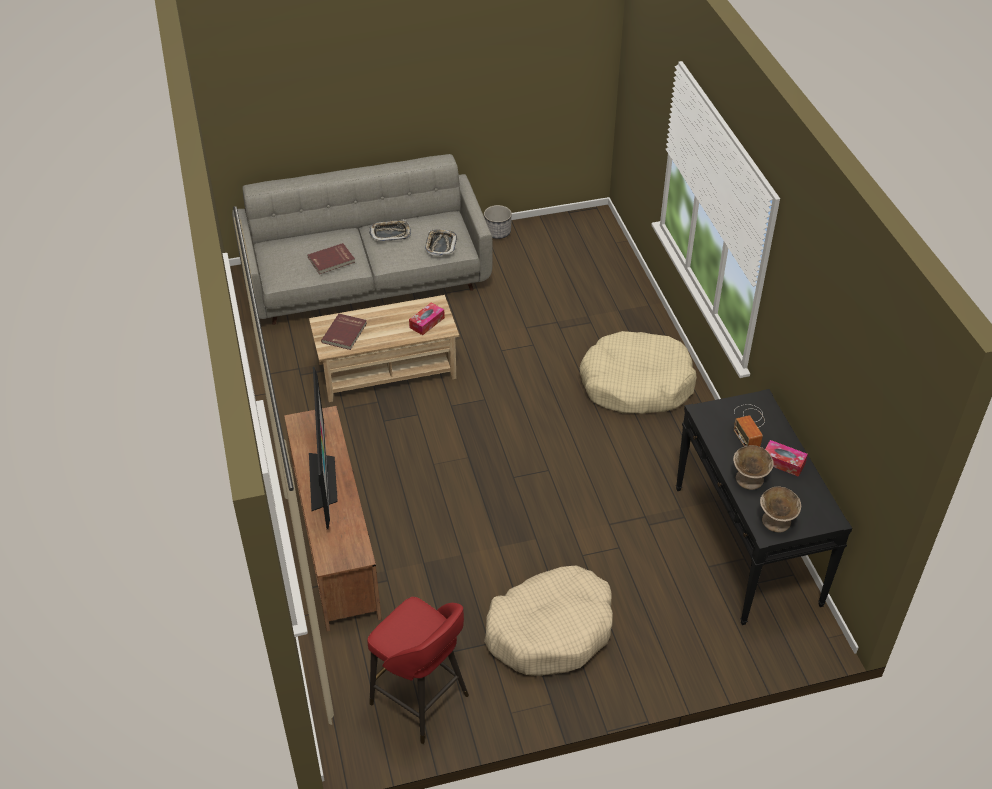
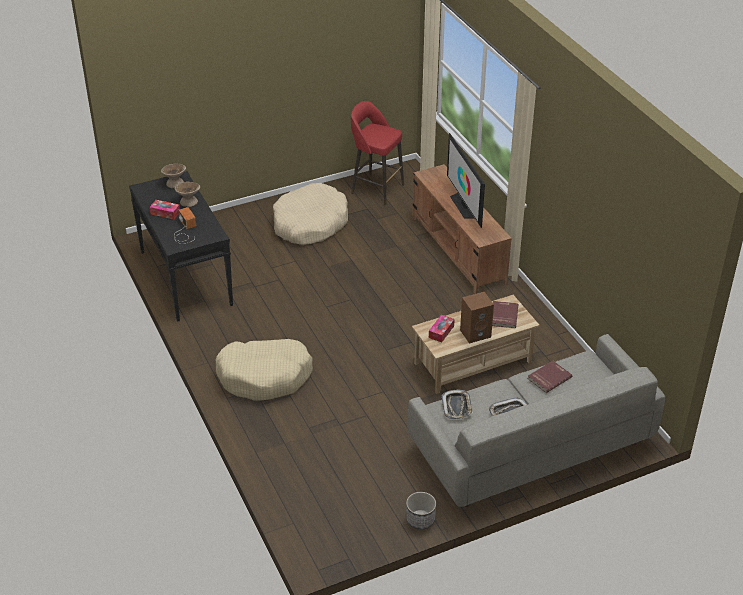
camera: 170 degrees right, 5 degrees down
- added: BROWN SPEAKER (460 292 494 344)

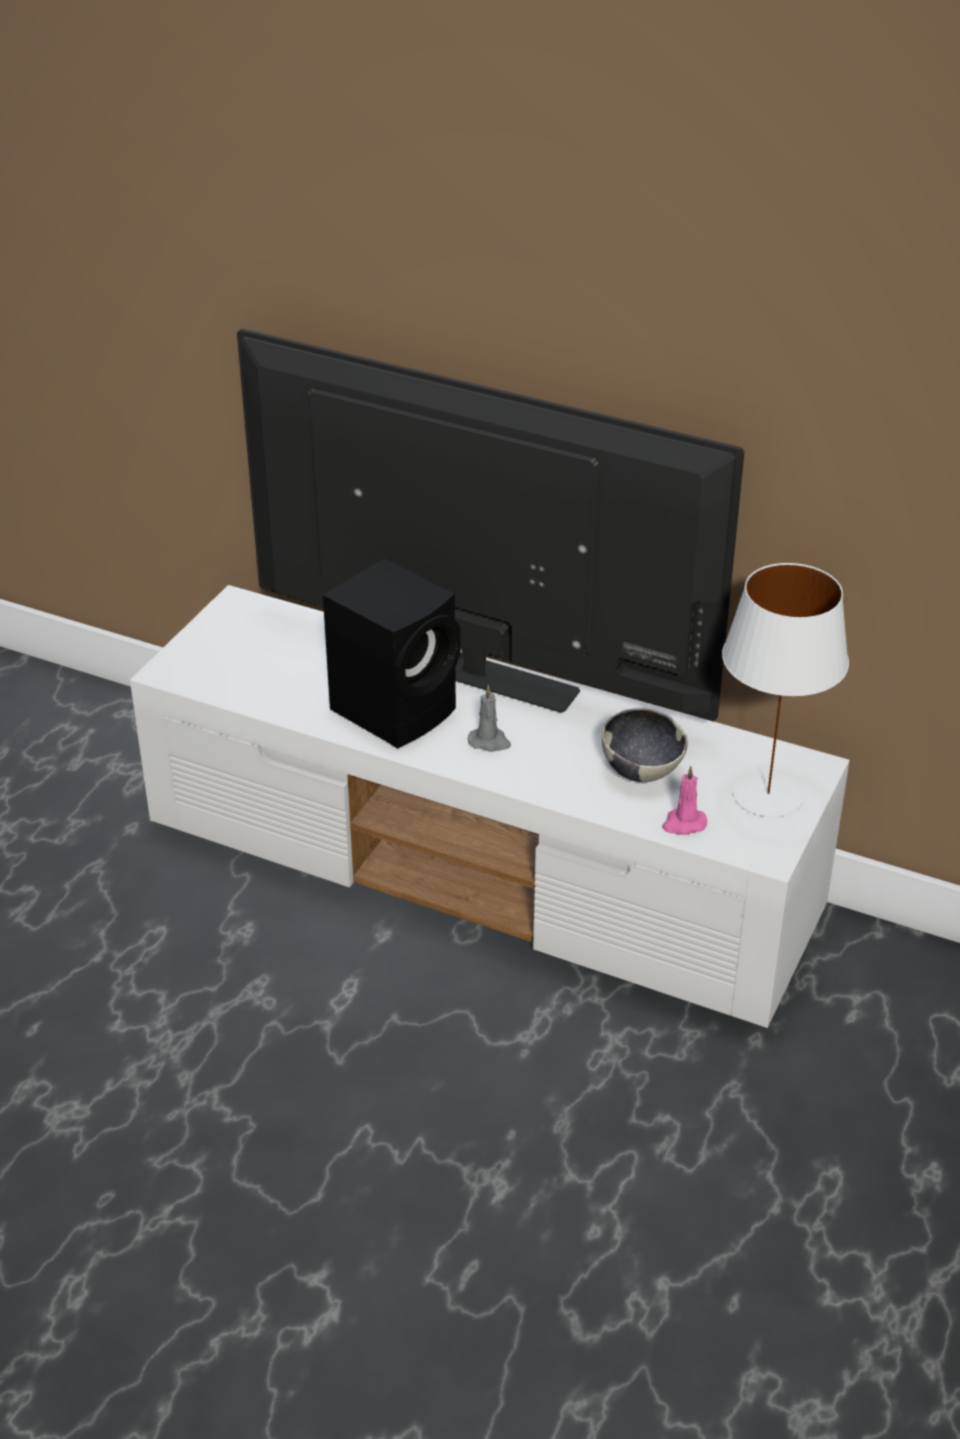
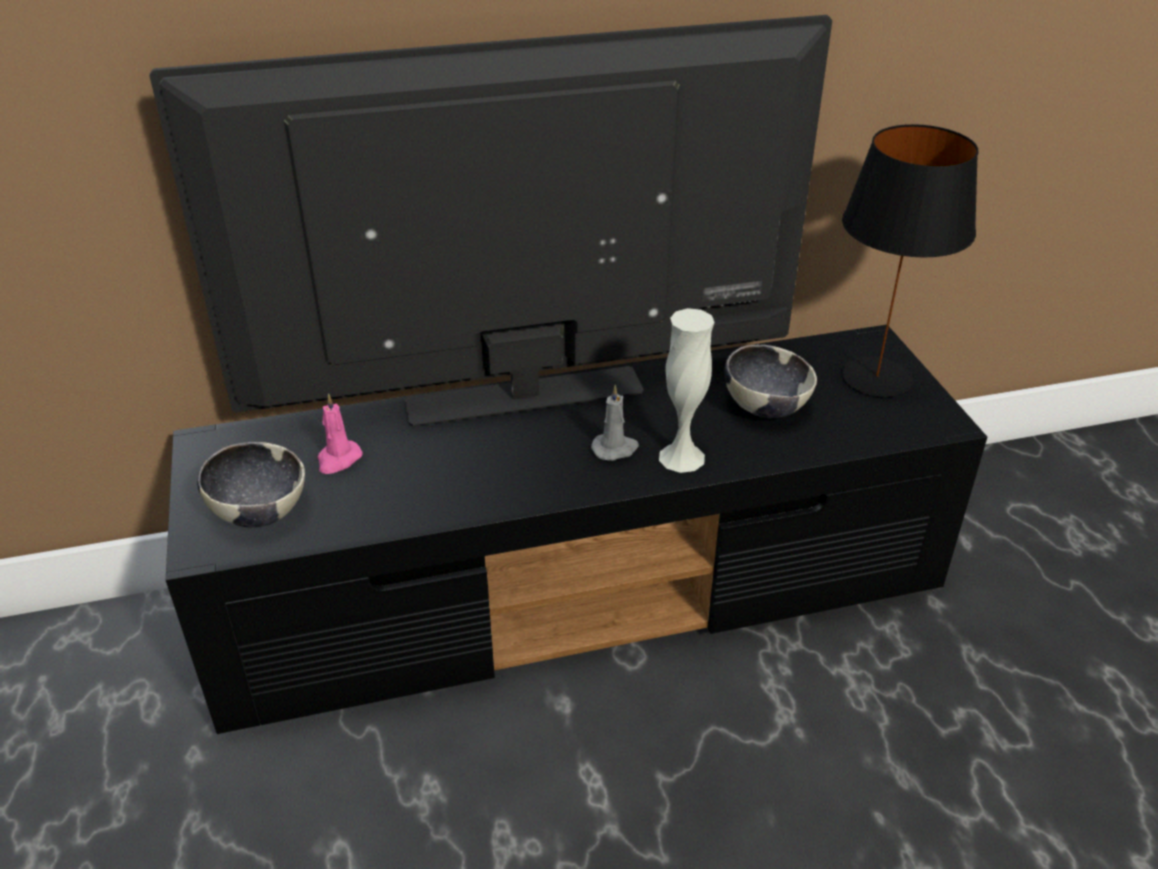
camera: 40 degrees left, 0 degrees up
- recoloured: WHITE TV STAND (130 585 850 1028) to BLACKISH TV STAND (166 325 987 734)
- added: SERVING BOWL (197 442 305 527)
- moved: PINK CANDLE (662 766 707 835) to (317 393 363 474)
- added: WHITE VASE (659 308 715 473)
- recoloured: WHITE LAMP FOR A TABLE (722 563 849 817) to BLACKISH LAMP FOR A TABLE (842 124 978 398)
- removed: BLACKISH SPEAKER (323 559 461 749)

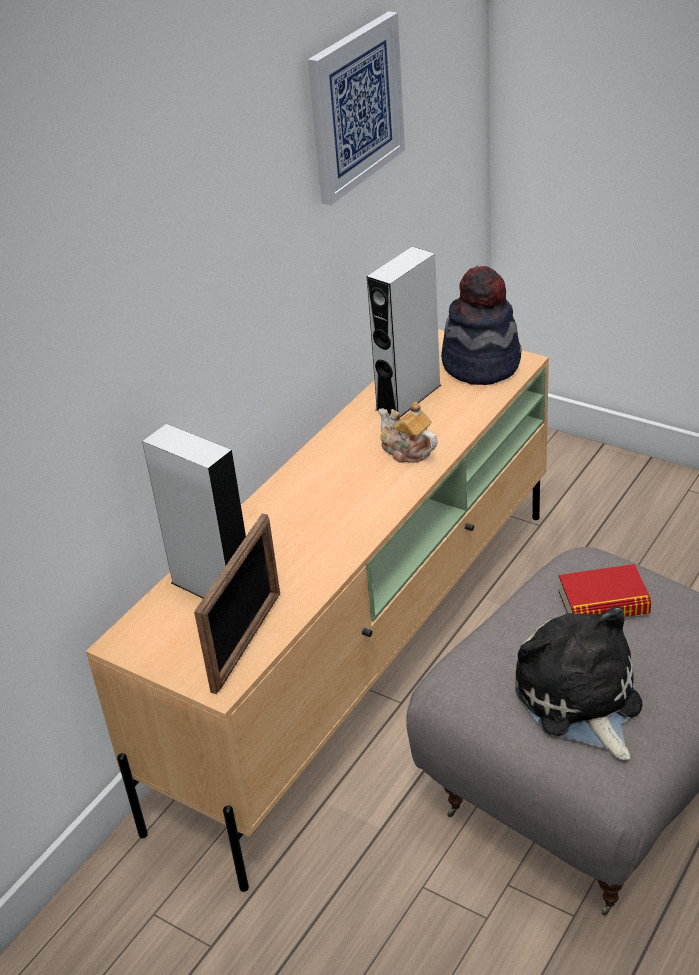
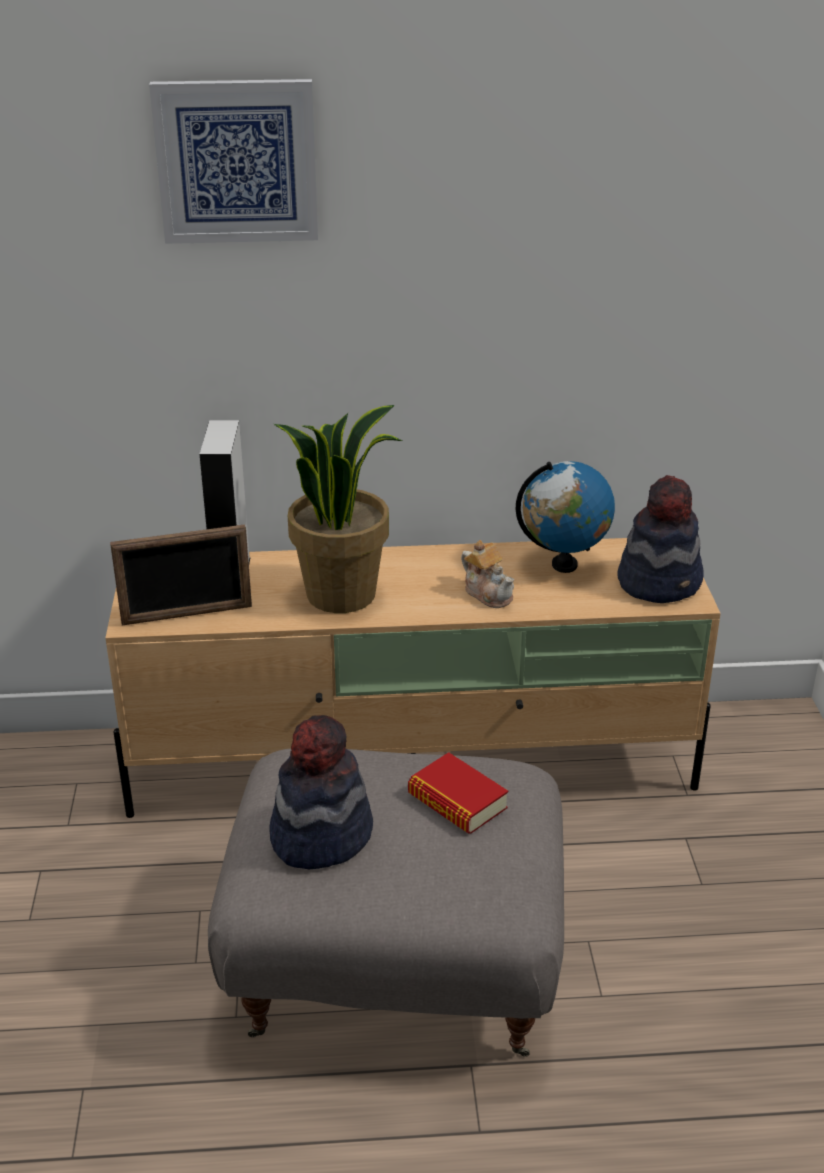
camera: 50 degrees right, 5 degrees down
- moved: PICTURE (308 11 405 205) to (149 79 318 244)
- replaced: CUDDLY TOY (515 606 642 760) to HAT (269 715 373 869)
- added: HOUSEPLANT (274 405 402 613)
- turned: TEA POT (378 401 438 463) = (461 540 514 608) 135 degrees clockwise
- replaced: GREY SPEAKER (367 247 441 417) to DESK GLOBE (516 461 615 573)

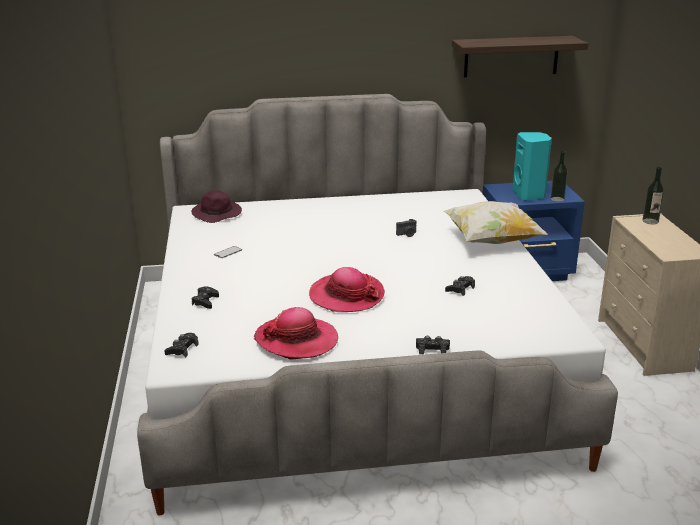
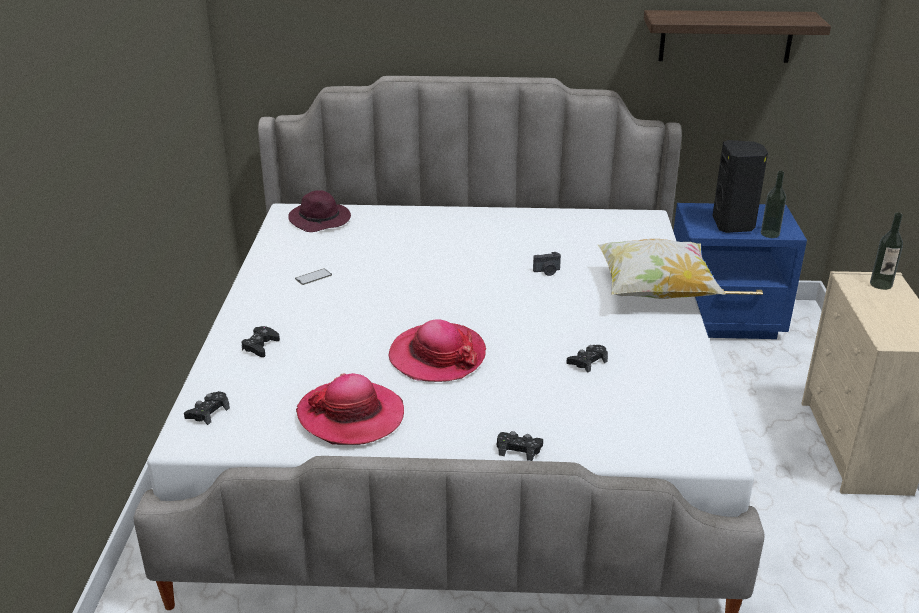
camera: 10 degrees right, 5 degrees up
- recoloured: TURQUOISE-COLOURED SPEAKER (512 132 552 201) to BLACKISH SPEAKER (712 140 768 233)

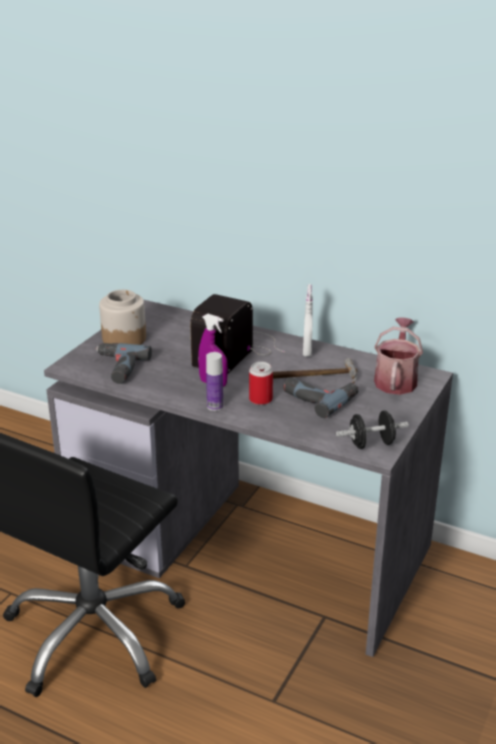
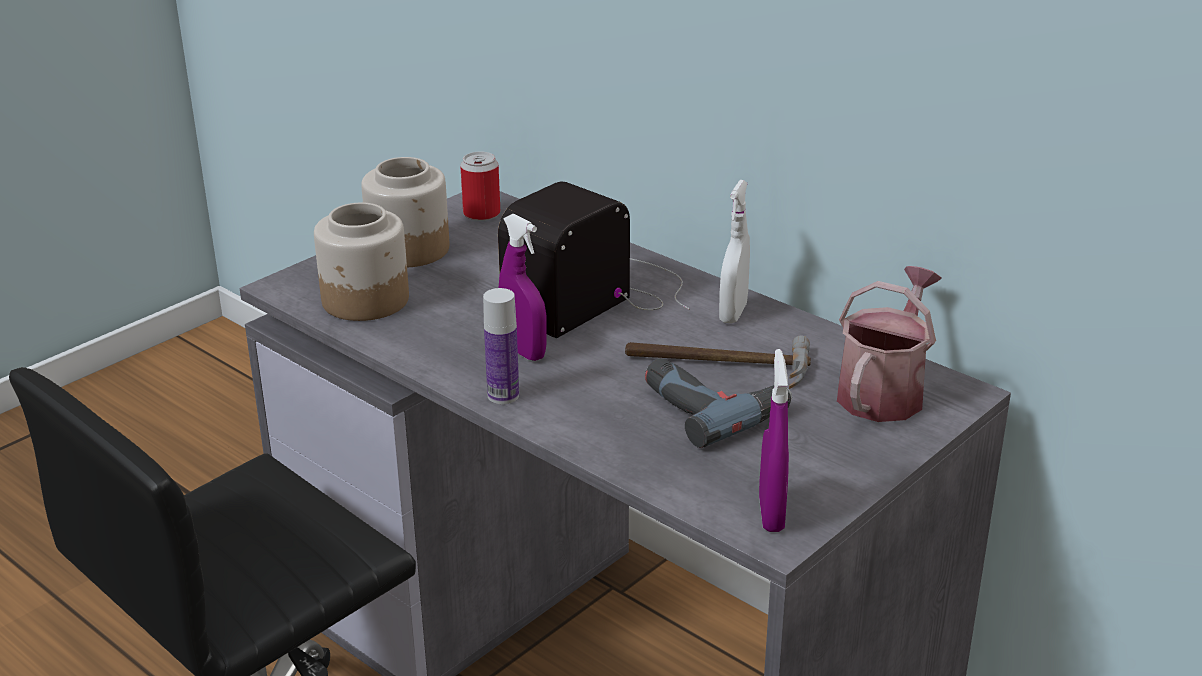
camera: 15 degrees right, 0 degrees up
- replaced: DRILL (96 343 152 384) to STORAGE JAR (314 202 409 321)
- moved: SEALED CAN (249 362 273 405) to (460 152 500 221)
- replaced: BLACKISH HAND WEIGHT (336 410 409 449) to PURPLE HAND SPRAYER (759 349 789 532)

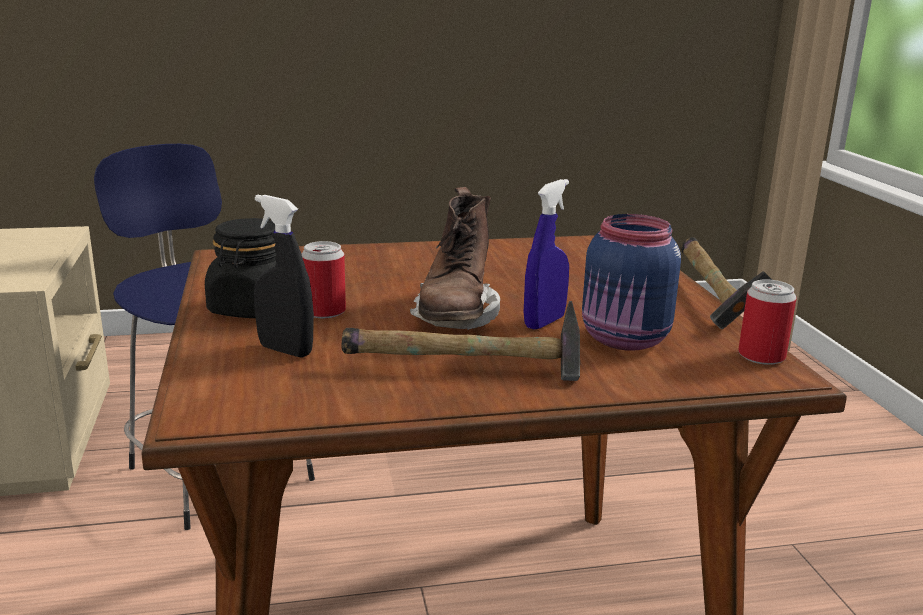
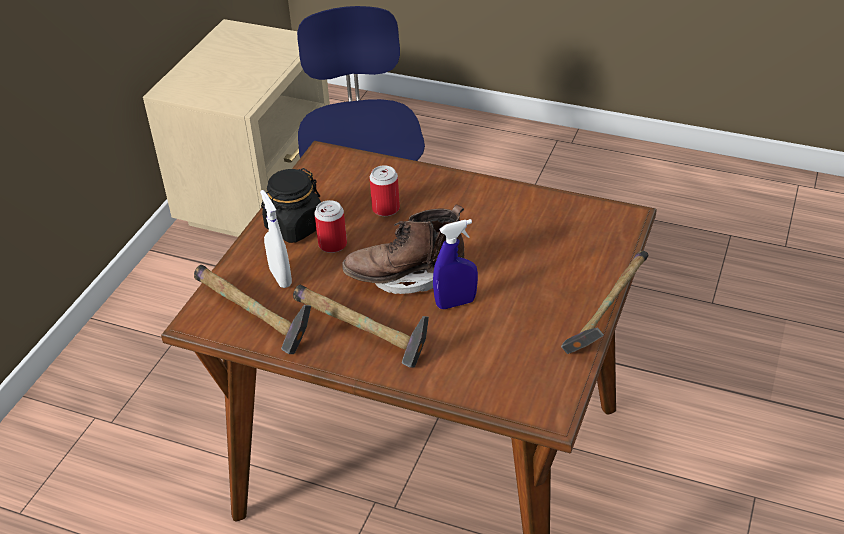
camera: 35 degrees right, 20 degrees up
- added: HAND HAMMER (194 265 311 354)
- recoloured: BLACKISH HAND SPRAYER (254 195 314 358) to WHITE HAND SPRAYER (260 190 292 288)
- turned: BROWN TALL BOOT (410 187 500 330) = (342 205 464 294) 45 degrees clockwise
- moved: SEALED CAN (738 279 797 365) to (370 165 400 216)
- removed: BLUISH STORAGE JAR (582 214 681 351)

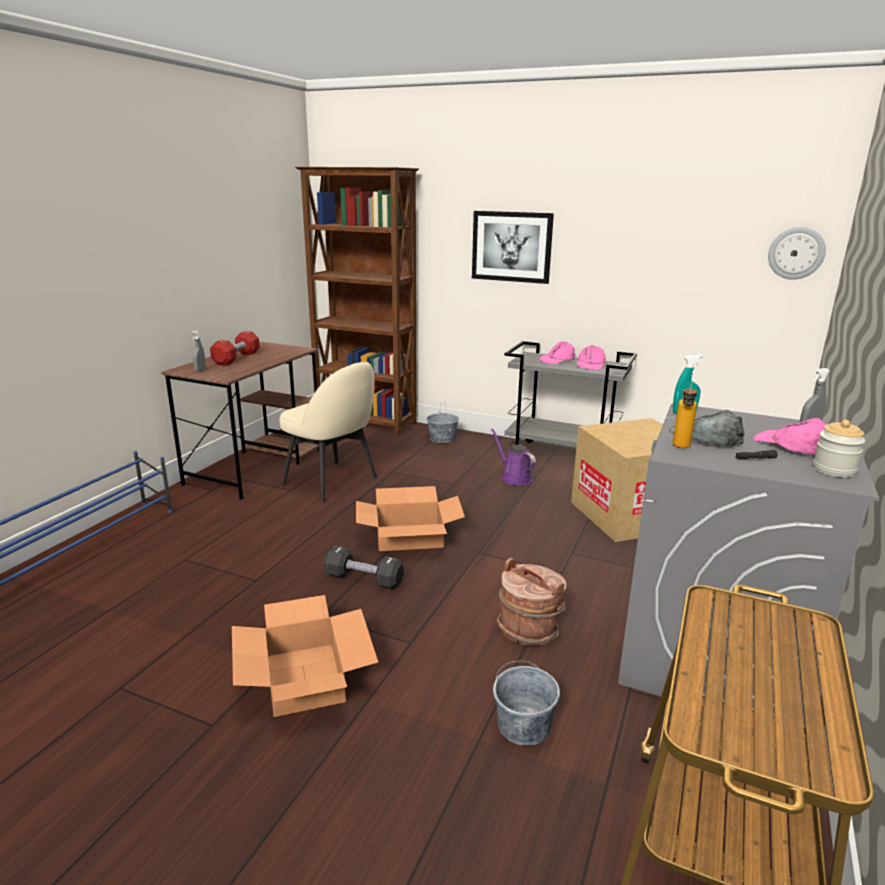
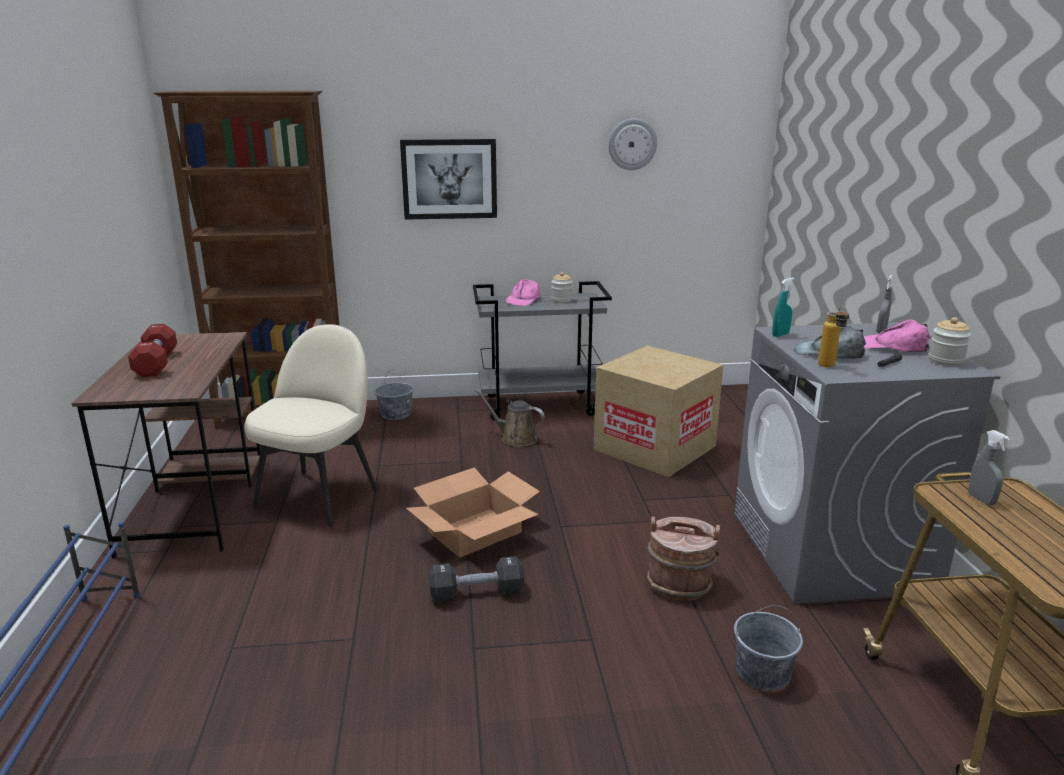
camera: 30 degrees left, 0 degrees up
- turned: BEIGE-COLOURED PLAIN CHAIR (279 362 377 502) = (244 324 378 527) 75 degrees counterclockwise
- recoloured: PURPLE WATERING POT (491 428 536 486) to BROWN WATERING POT (475 389 545 447)
- replaced: PINK CAP (577 345 606 370) to STORAGE JAR (551 272 572 303)
- moved: HANGING CLOCK (768 227 826 280) to (608 118 657 170)
- moved: GREY HAND SPRAYER (191 330 206 372) to (968 430 1010 505)
- removed: CARTON (232 595 378 717)

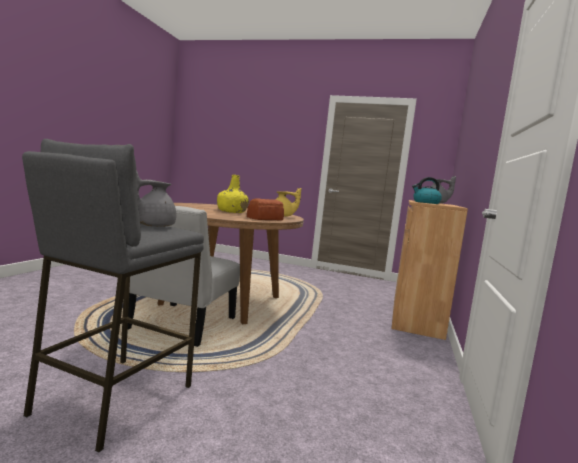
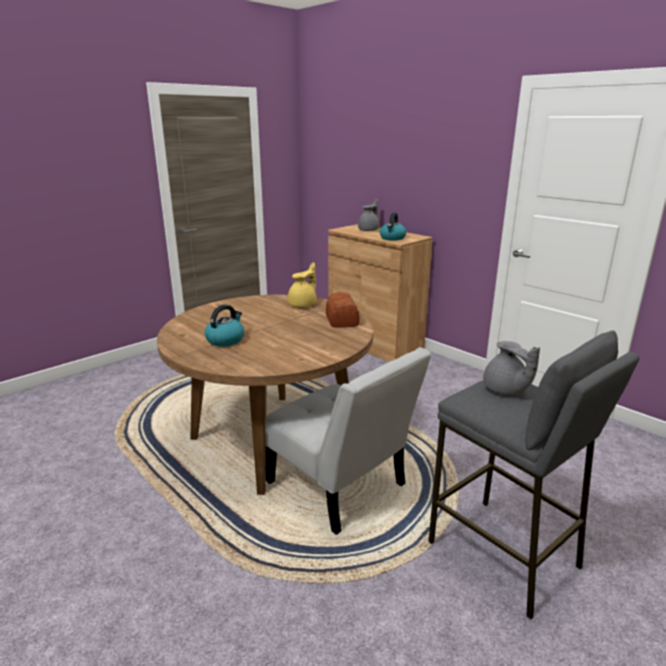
camera: 60 degrees left, 15 degrees up
- added: TEA KETTLE (204 304 244 346)
- removed: YELLOWISH BOTTLE (217 174 249 213)

